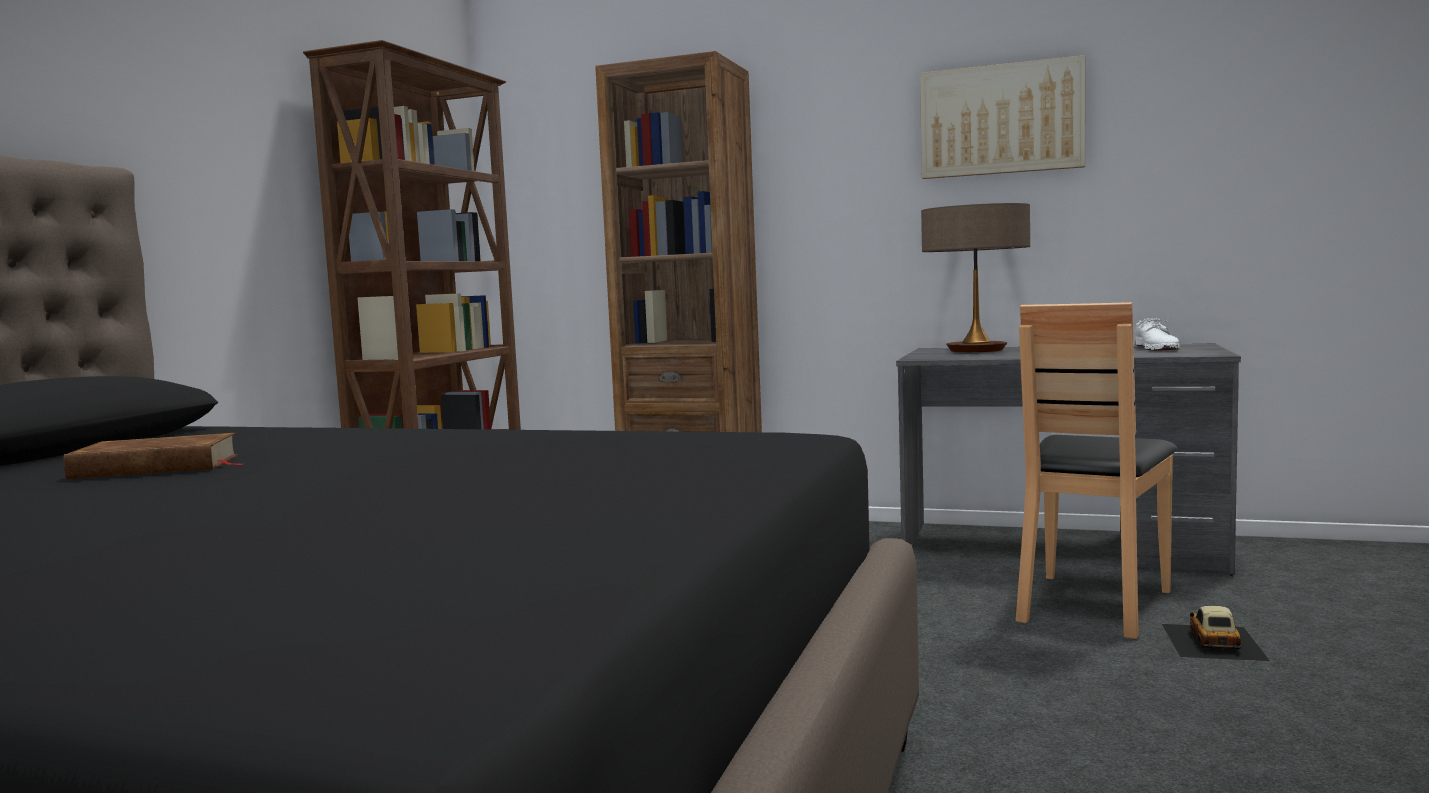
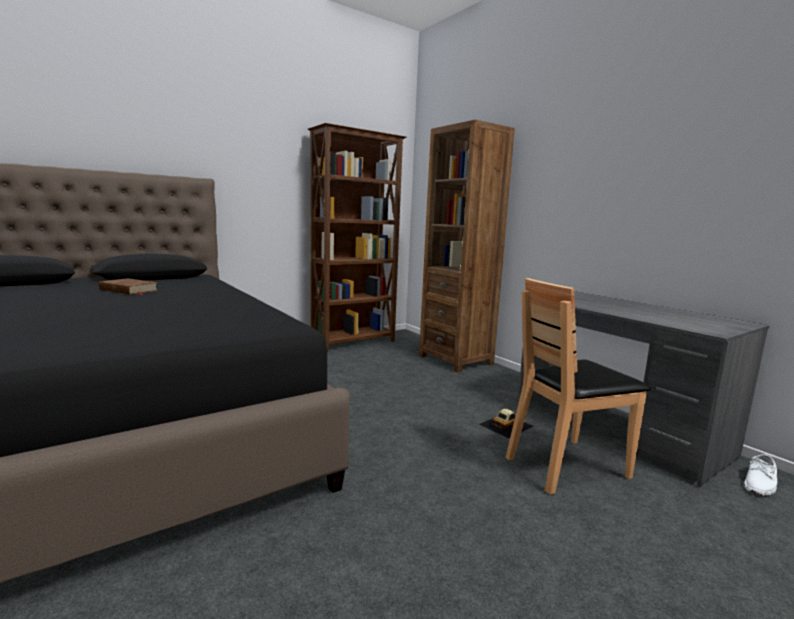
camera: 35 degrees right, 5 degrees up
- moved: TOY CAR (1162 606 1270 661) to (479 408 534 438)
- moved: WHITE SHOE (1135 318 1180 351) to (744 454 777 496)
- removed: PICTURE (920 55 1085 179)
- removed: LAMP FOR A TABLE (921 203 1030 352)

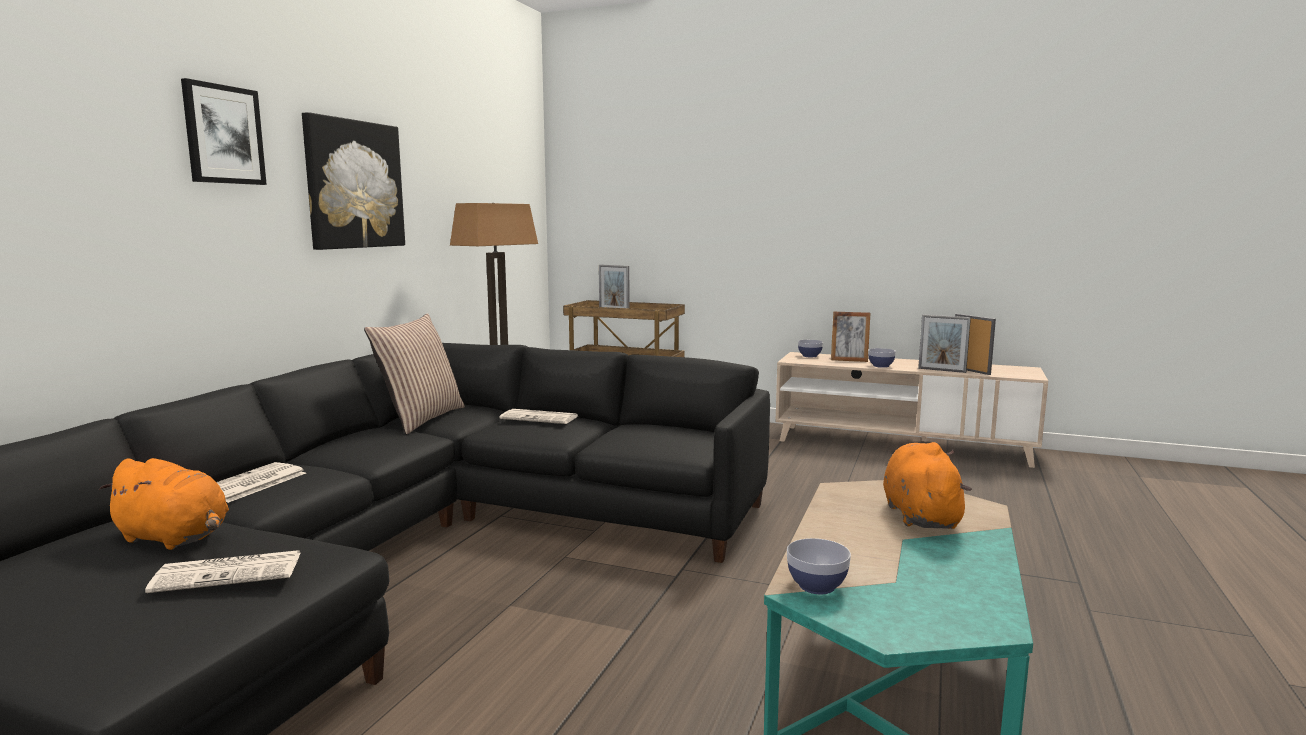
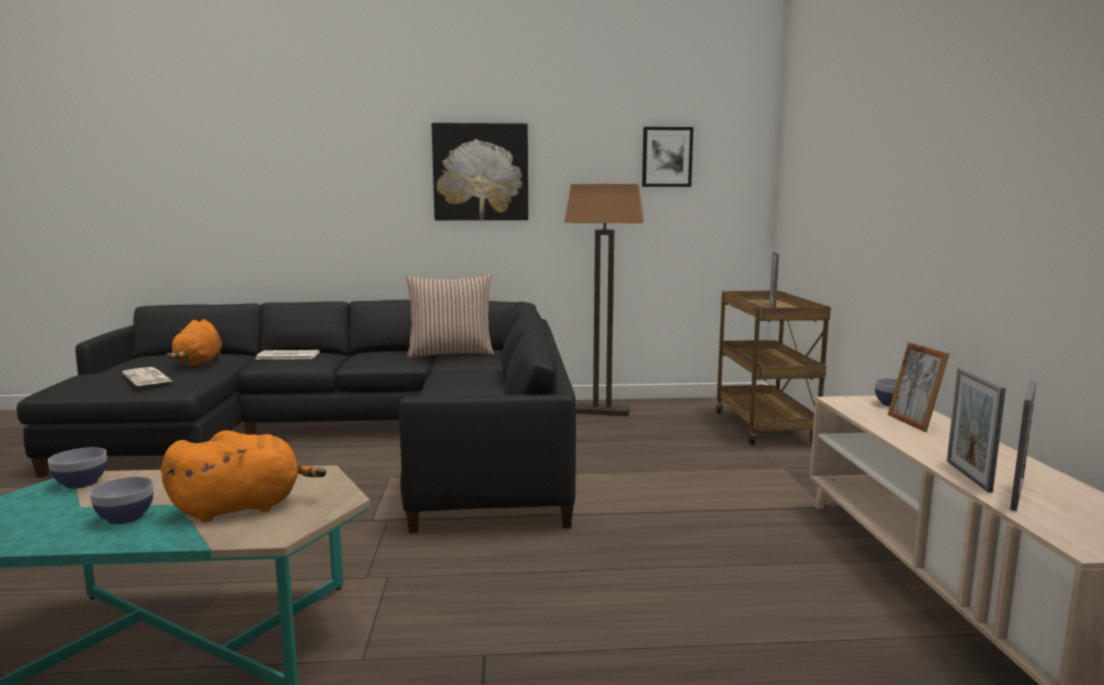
camera: 65 degrees right, 0 degrees up
- moved: SERVING BOWL (868 348 896 368) to (89 476 154 525)
- moved: PICTURE (181 78 267 185) to (642 127 694 187)
- removed: NEWSPAPER (499 409 577 424)

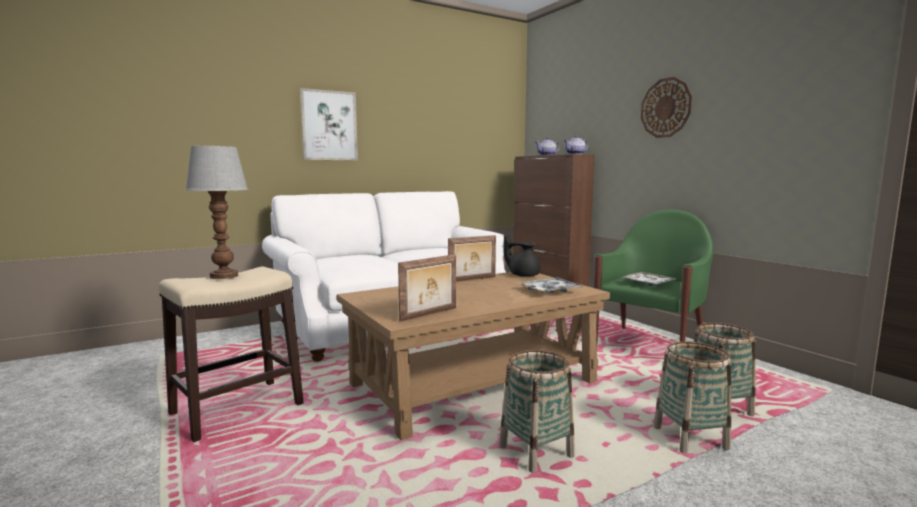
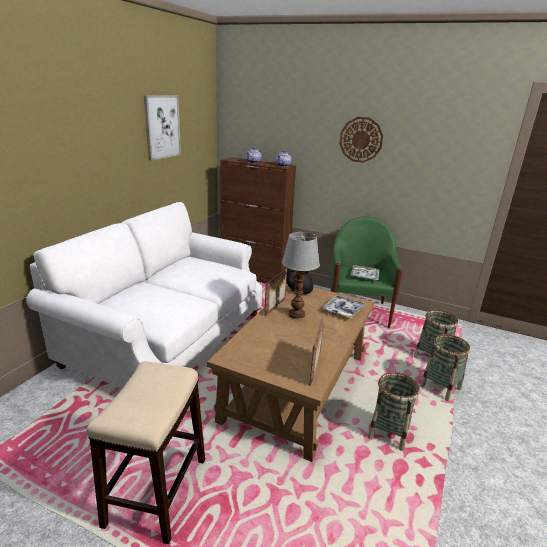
camera: 35 degrees left, 15 degrees up
- moved: PICTURE (300 88 358 161) to (144 95 181 161)
- moved: LAMP FOR A TABLE (185 146 248 279) to (282 232 320 319)

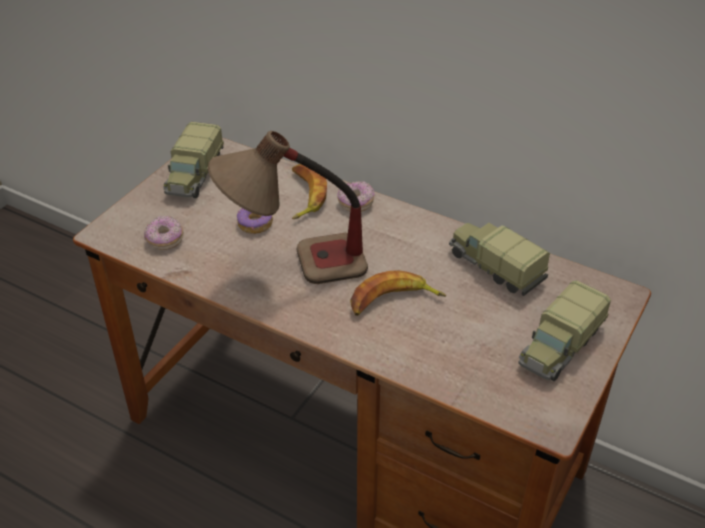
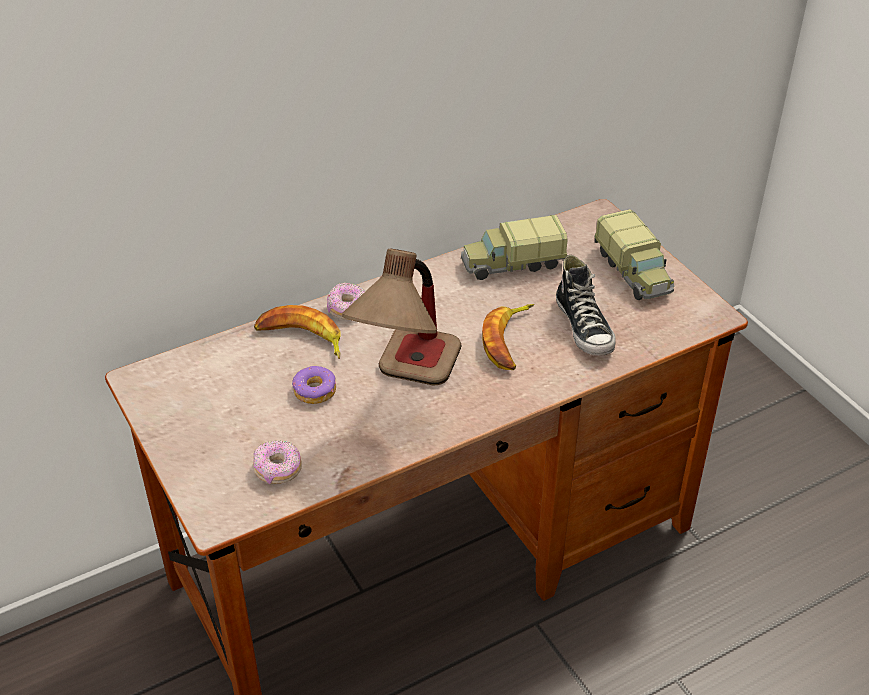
camera: 60 degrees left, 0 degrees up
- added: SHOE (556 255 616 356)
- removed: TOY LORRY (163 122 224 198)

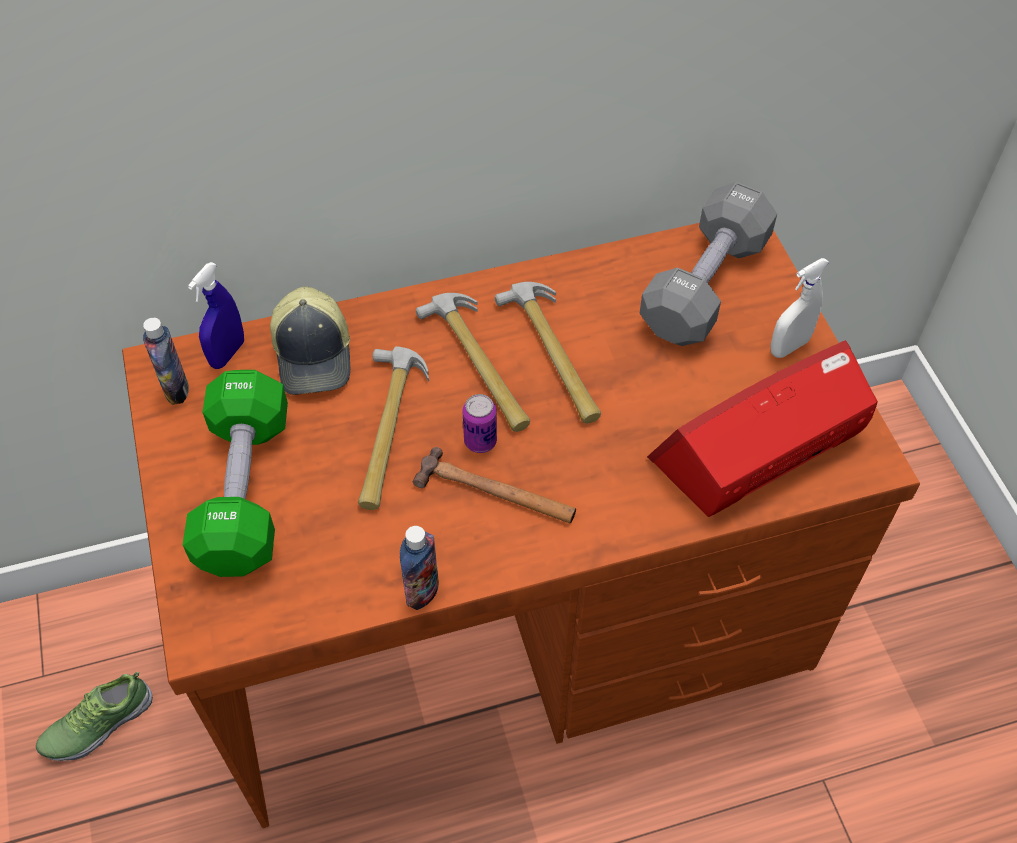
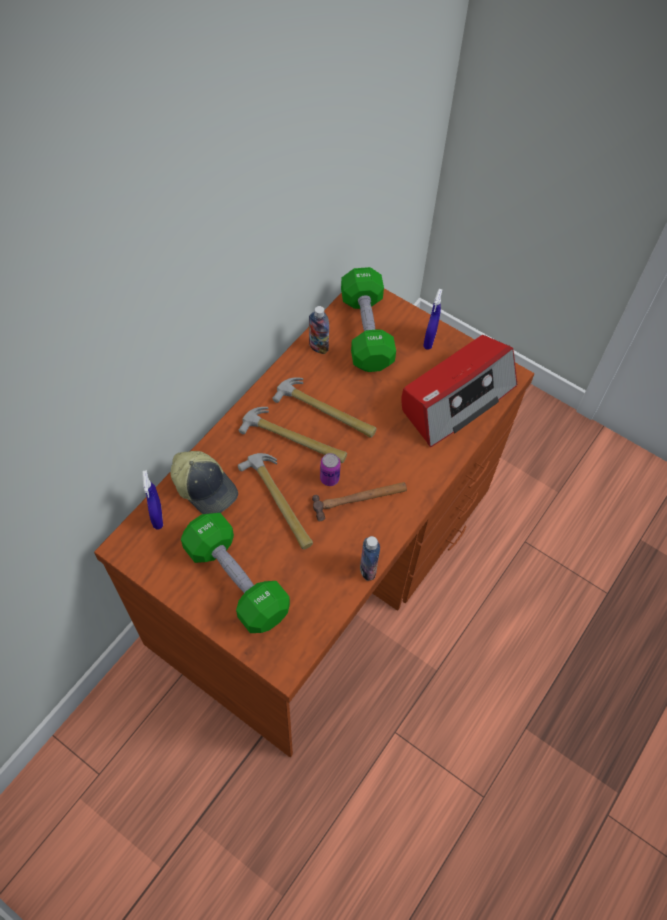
camera: 40 degrees left, 5 degrees up
- moved: BOTTLE (143 318 189 405) to (309 306 329 354)
- recoloured: GREY HAND WEIGHT (640 182 777 346) to GREENISH HAND WEIGHT (341 267 396 372)
- turned: RADIO (647 340 878 517) = (401 335 518 447) 150 degrees counterclockwise
- recoloured: WHITE HAND SPRAYER (771 258 829 358) to BLUISH HAND SPRAYER (423 289 442 350)
- removed: SHOE (36 672 153 761)

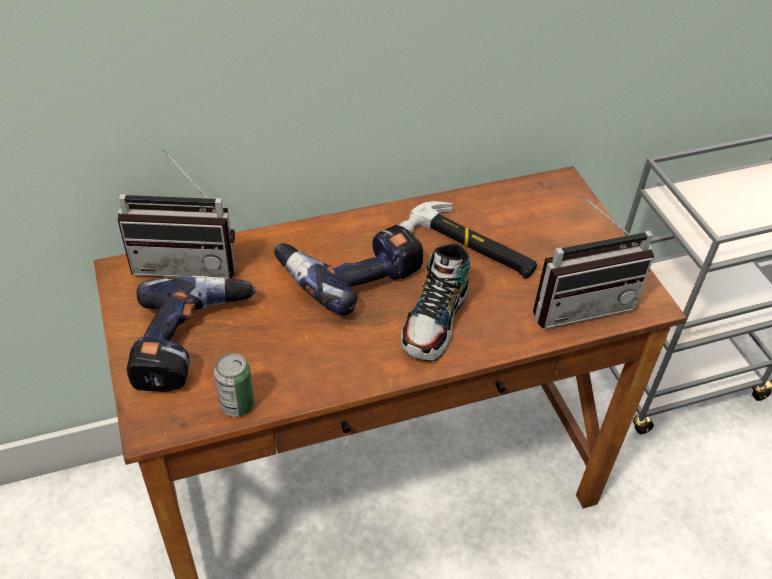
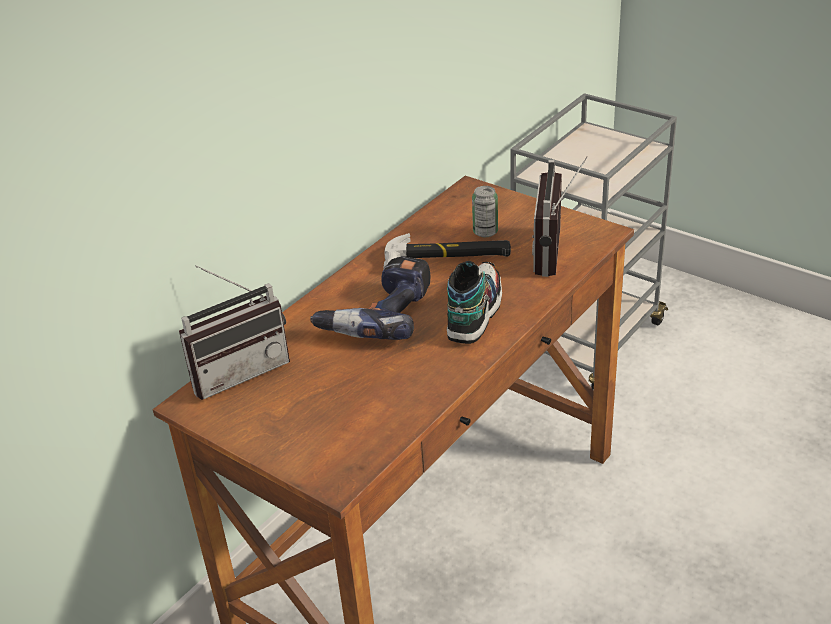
camera: 30 degrees left, 10 degrees down
- turned: SHOE (401 244 470 361) = (447 261 502 344) 150 degrees counterclockwise
- moved: SEALED CAN (214 353 254 417) to (472 186 498 237)
- turned: RADIO (533 194 654 329) = (532 157 588 277) 150 degrees clockwise
- removed: DRILL (127 276 256 392)

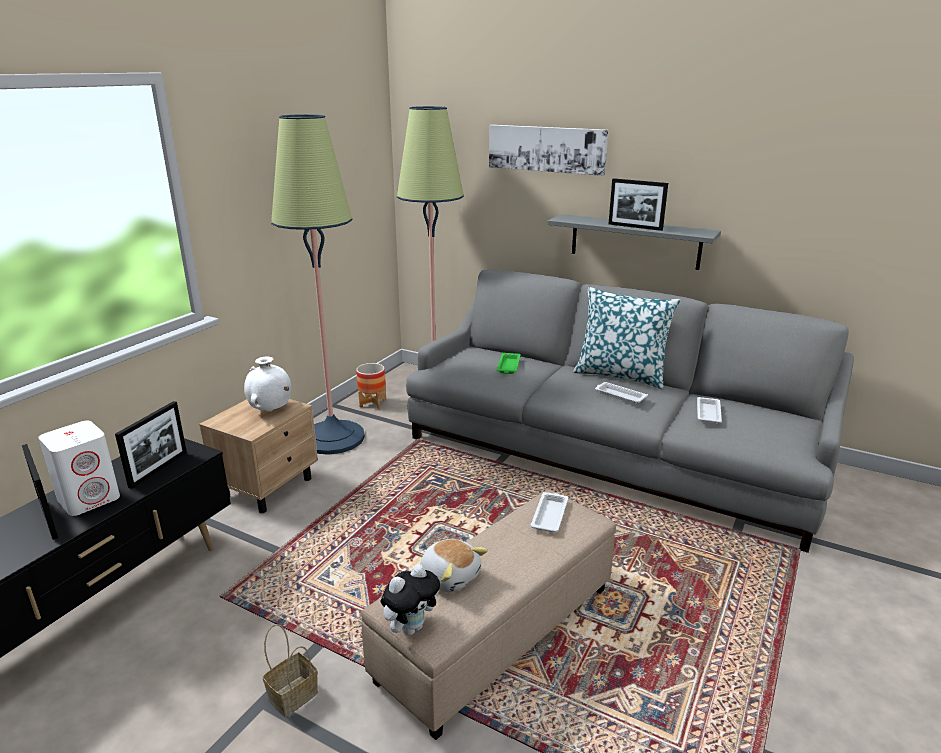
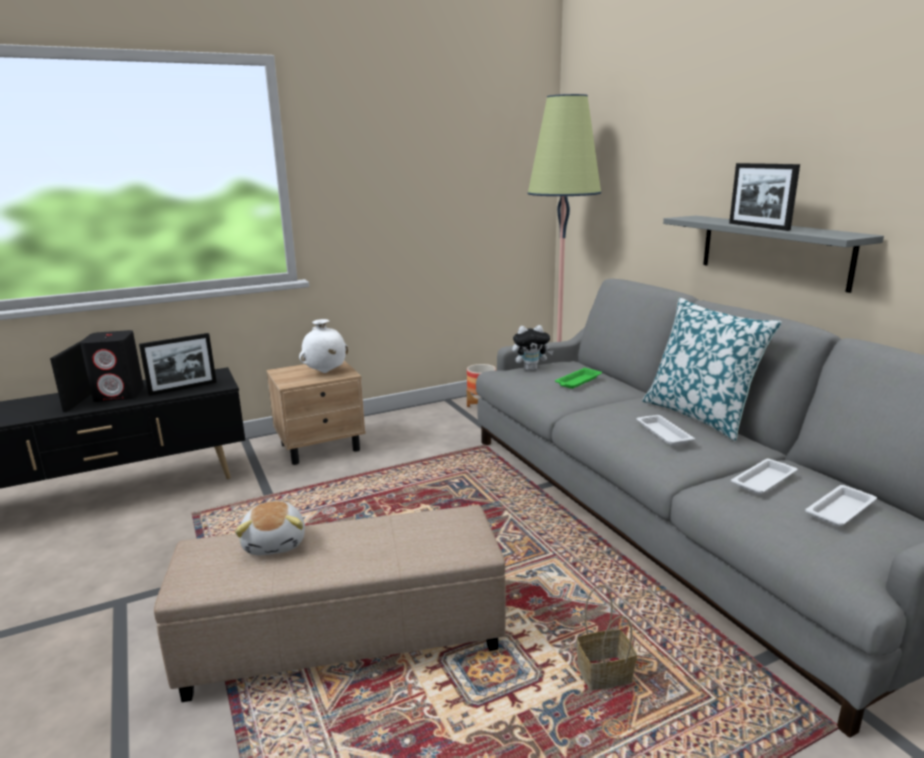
camera: 35 degrees right, 5 degrees down
- recoloured: WHITE SPEAKER (38 421 120 516) to BLACKISH SPEAKER (80 330 144 402)
- moved: CUDDLY TOY (380 564 440 635) to (512 325 554 371)
- moved: STORAGE BASKET (263 624 318 717) to (576 585 637 690)
- moved: WHITE TRAY (530 492 568 532) to (805 485 877 527)
- removed: FLOOR LAMP (271 114 365 455)
- removed: PICTURE (489 125 608 176)

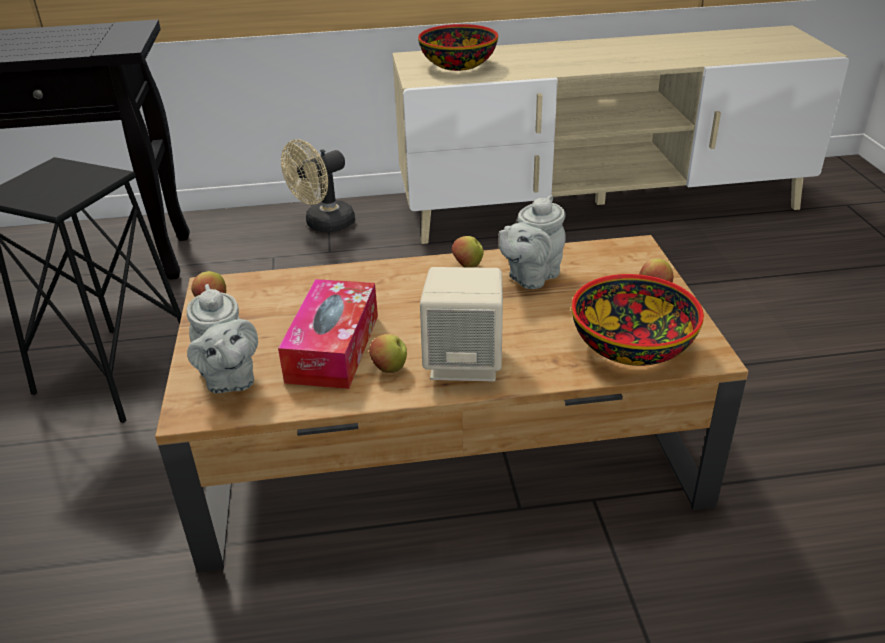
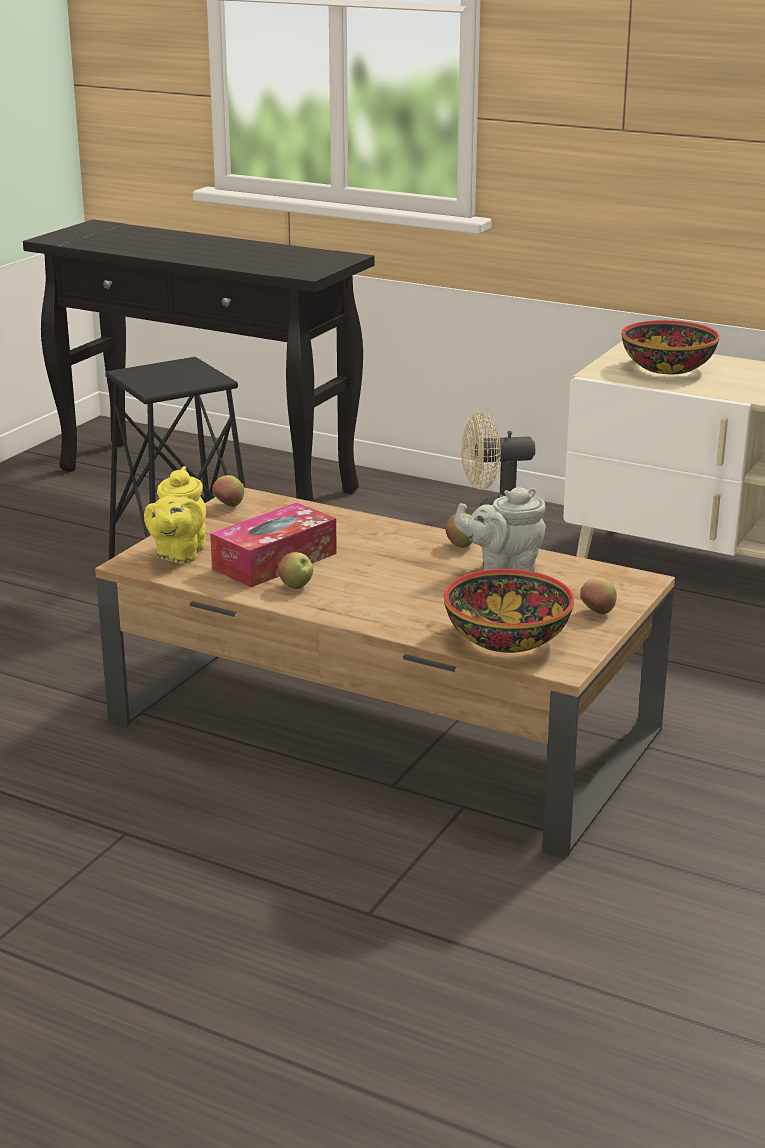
camera: 35 degrees right, 10 degrees down
- recoloured: GREY TEA POT (187 284 258 393) to YELLOWISH TEA POT (144 466 206 564)
- removed: BEIGE-COLOURED SPEAKER (420 267 503 381)

